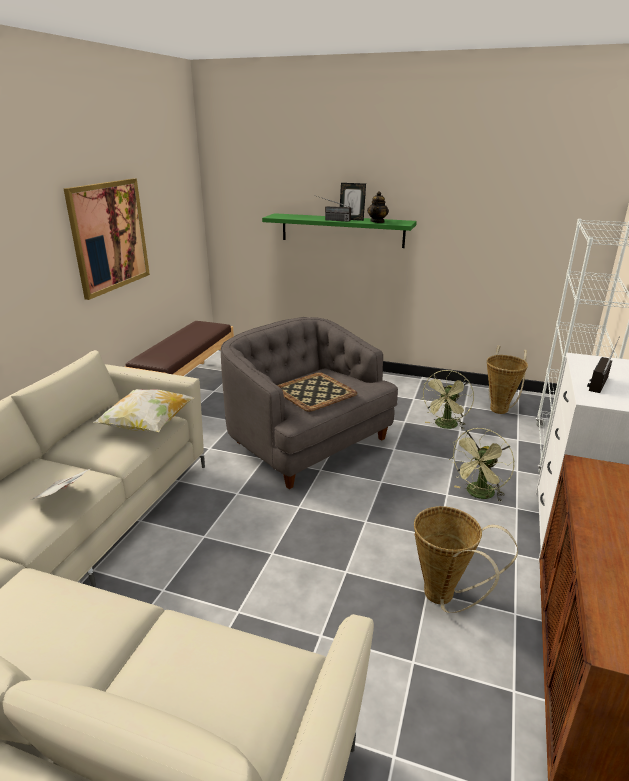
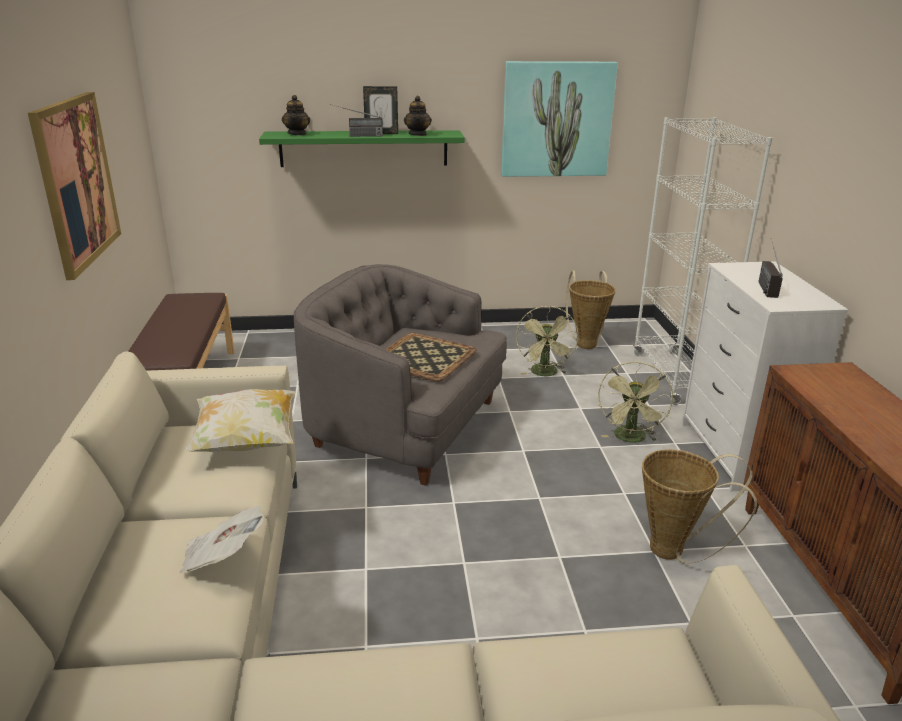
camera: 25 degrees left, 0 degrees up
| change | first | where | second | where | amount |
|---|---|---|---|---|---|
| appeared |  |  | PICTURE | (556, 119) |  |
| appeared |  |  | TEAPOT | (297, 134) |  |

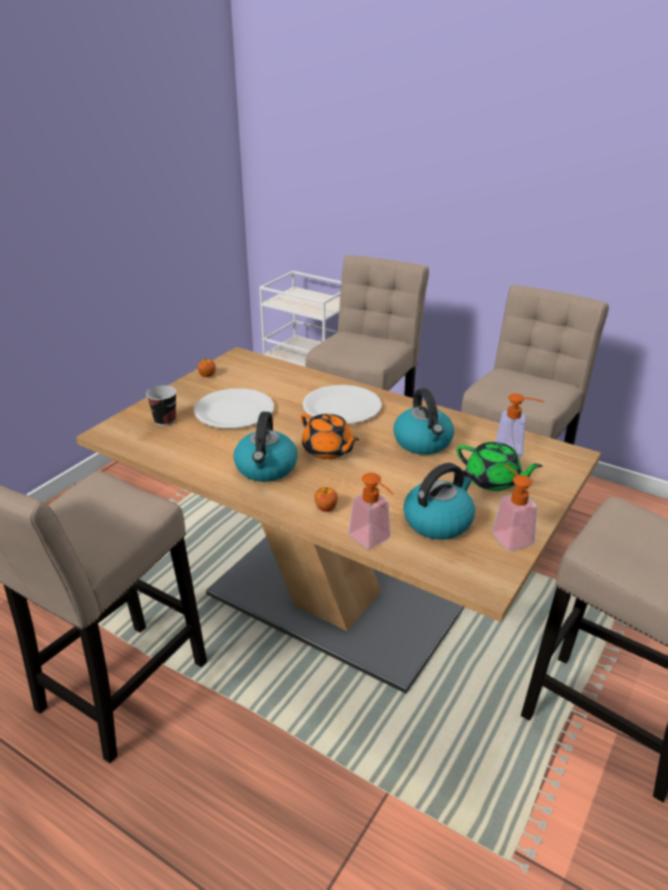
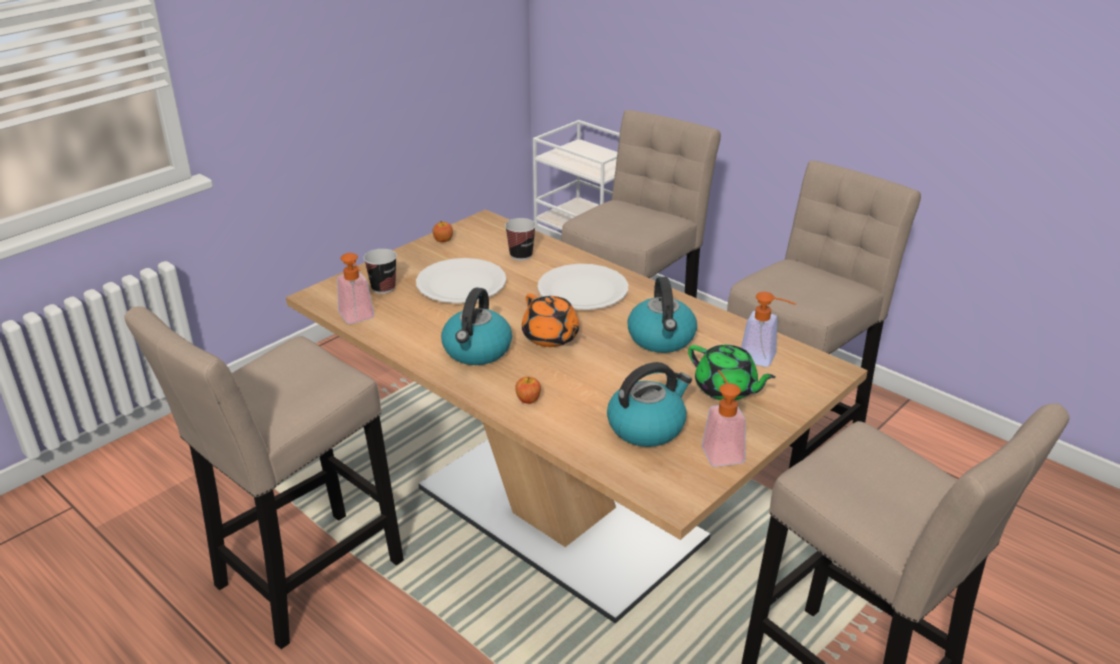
camera: 10 degrees right, 0 degrees up
| change | first | where | second | where | amount |
|---|---|---|---|---|---|
| relocated | SOAP DISPENSER | (374, 541) |  | (358, 318) |  |
| appeared |  |  | CUP | (521, 255) |  |

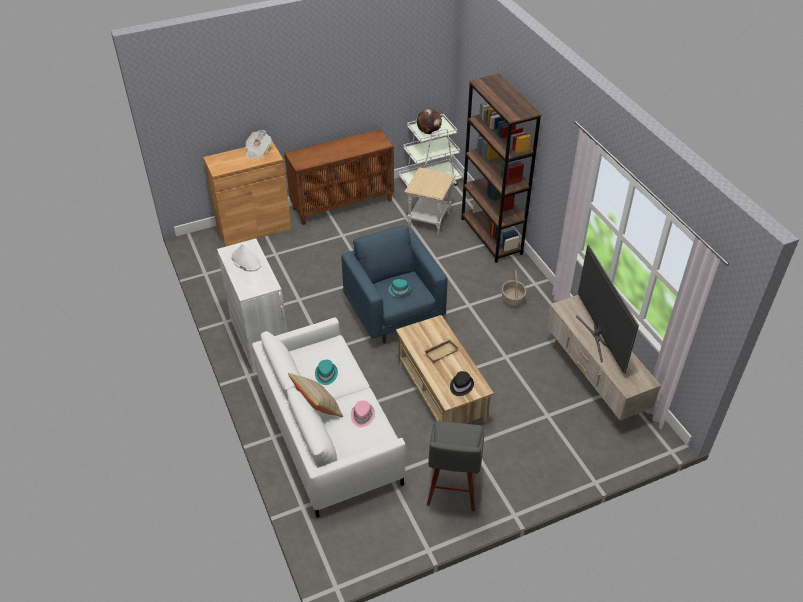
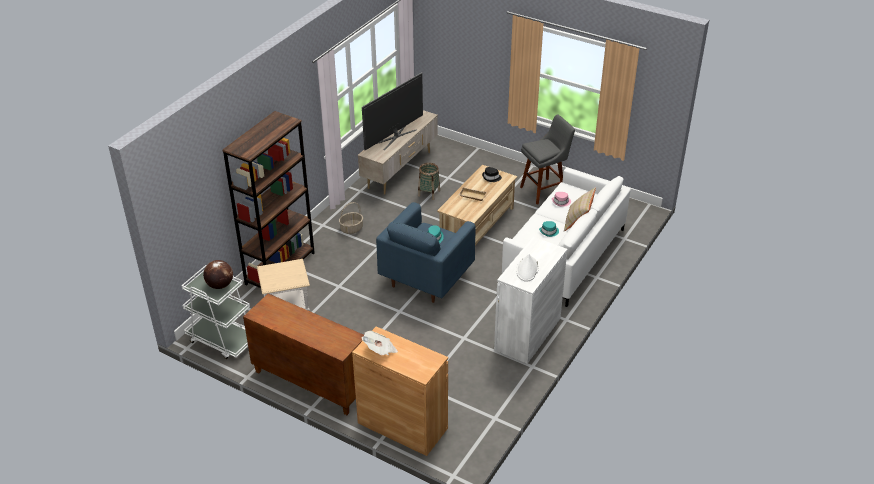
camera: 125 degrees left, 5 degrees down
| change | first | where | second | where | amount |
|---|---|---|---|---|---|
| appeared |  |  | BASKET | (429, 193) |  |

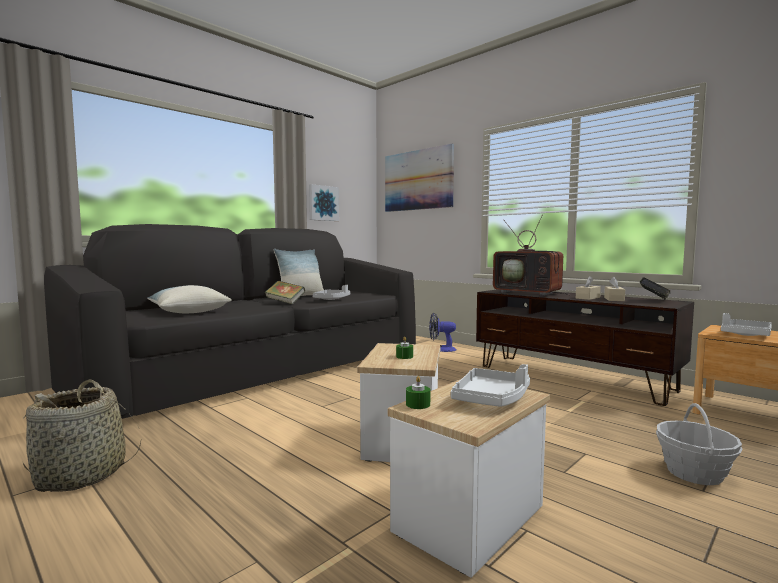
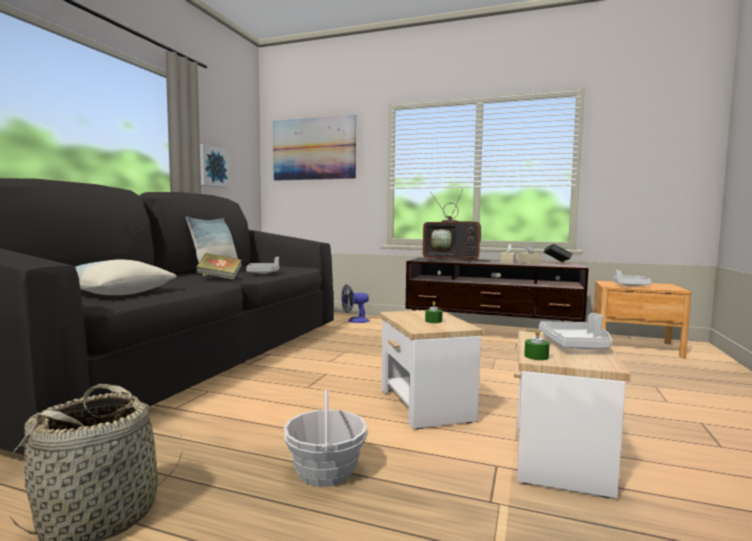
camera: 25 degrees left, 0 degrees up
| change | first | where | second | where | amount |
|---|---|---|---|---|---|
| relocated | BASKET | (694, 473) |  | (325, 471) |  |

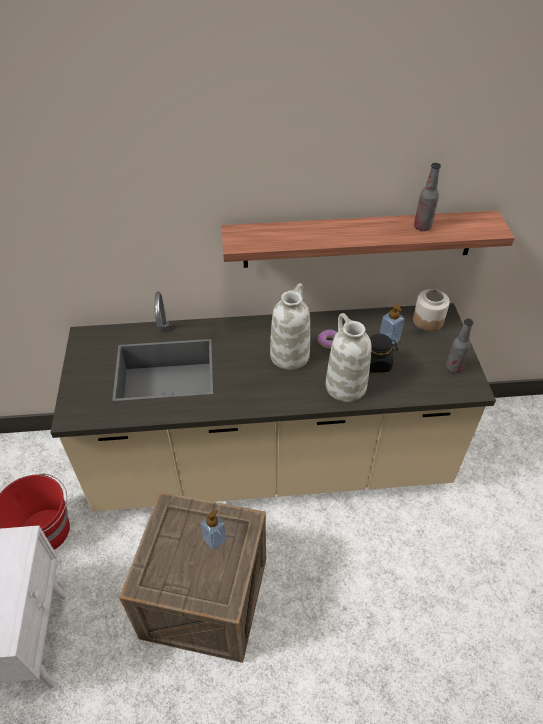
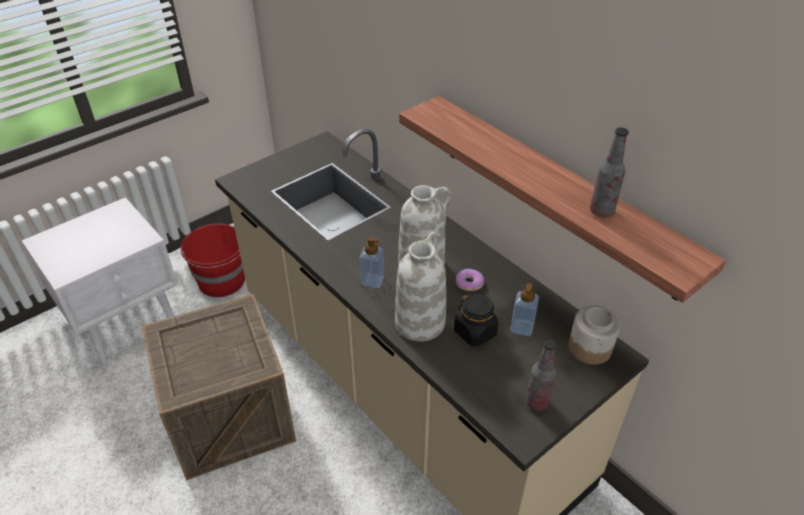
camera: 55 degrees right, 5 degrees down
| change | first | where | second | where | amount |
|---|---|---|---|---|---|
| relocated | SOAP DISPENSER | (214, 539) |  | (372, 280) |  |

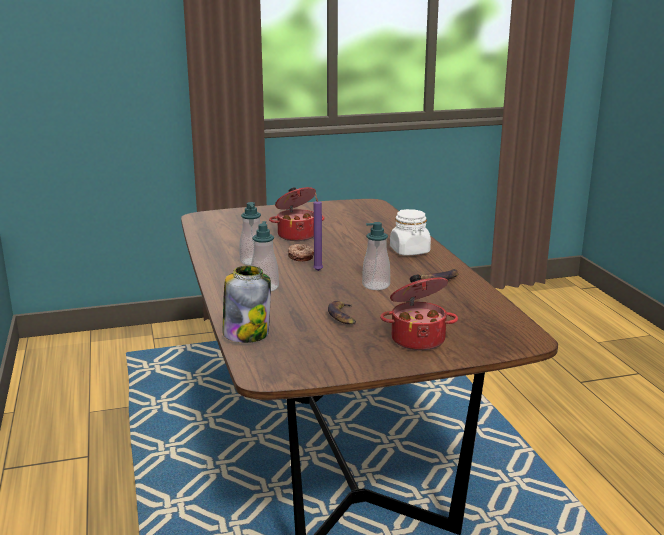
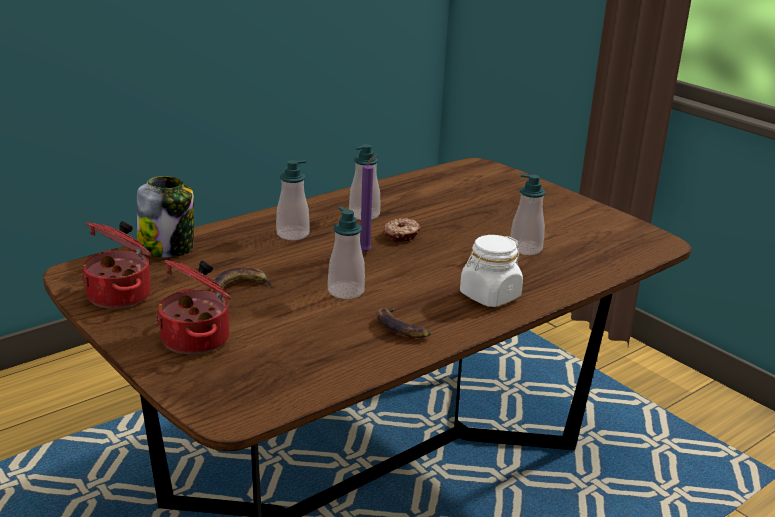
camera: 65 degrees right, 5 degrees up
| change | first | where | second | where | amount |
|---|---|---|---|---|---|
| relocated | COOKING POT | (297, 235) |  | (121, 295) |  |
| appeared |  |  | SOAP DISPENSER | (525, 249) |  |

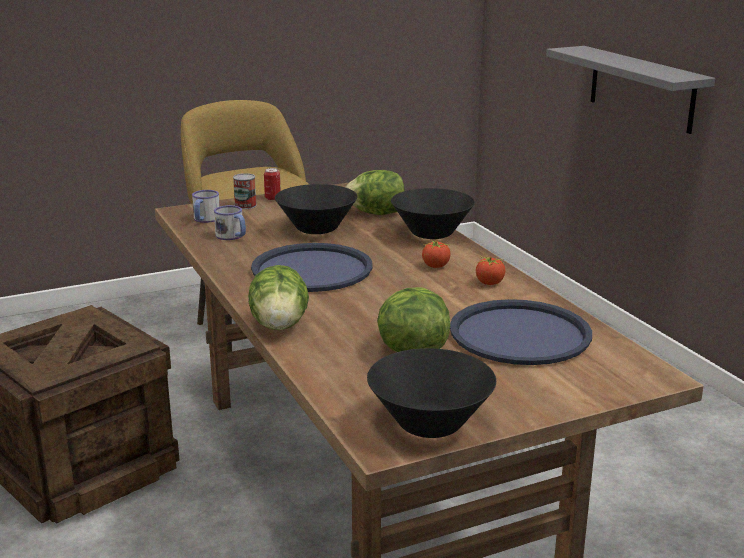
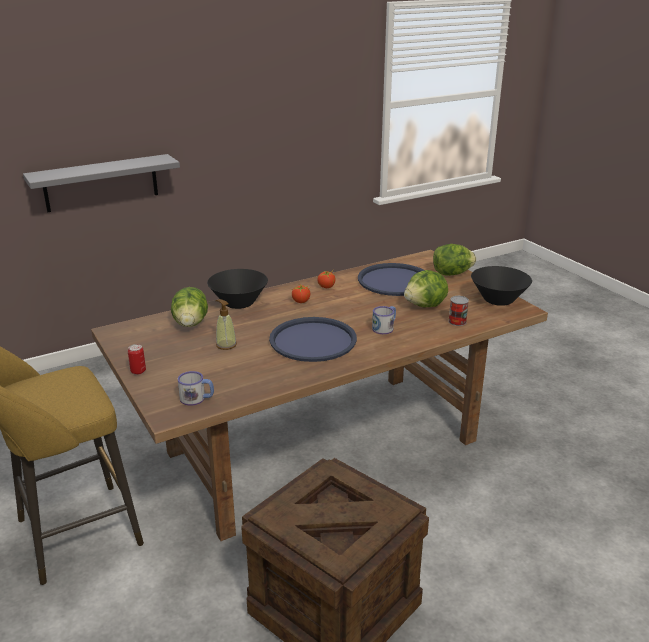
camera: 95 degrees left, 5 degrees up
| change | first | where | second | where | amount |
|---|---|---|---|---|---|
| relocated | CAN | (245, 205) |  | (457, 321) |  |
| exchanged | BLACK BOWL | (316, 229) | SOAP DISPENSER | (226, 345) |  |
| relocated | MUG | (232, 236) |  | (385, 327) |  |
| relocated | LETTUCE | (279, 326) |  | (451, 273) |  |

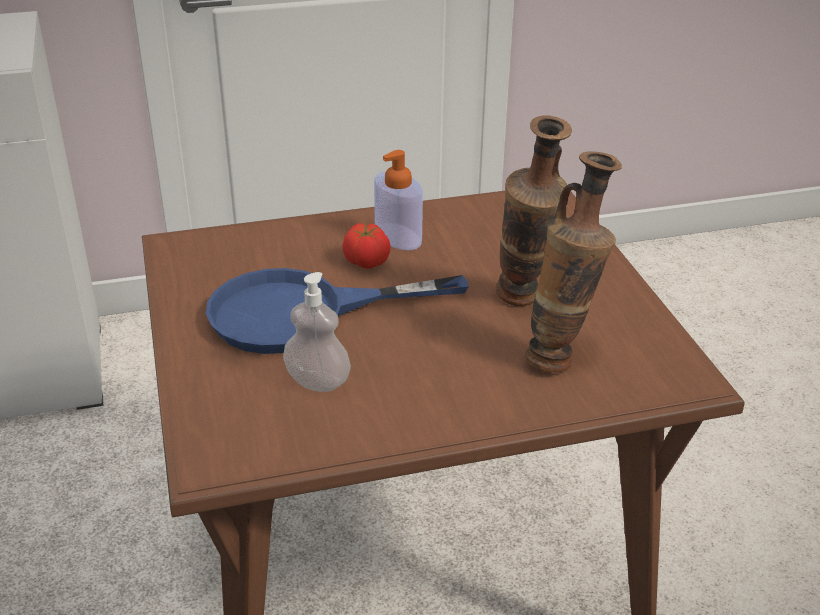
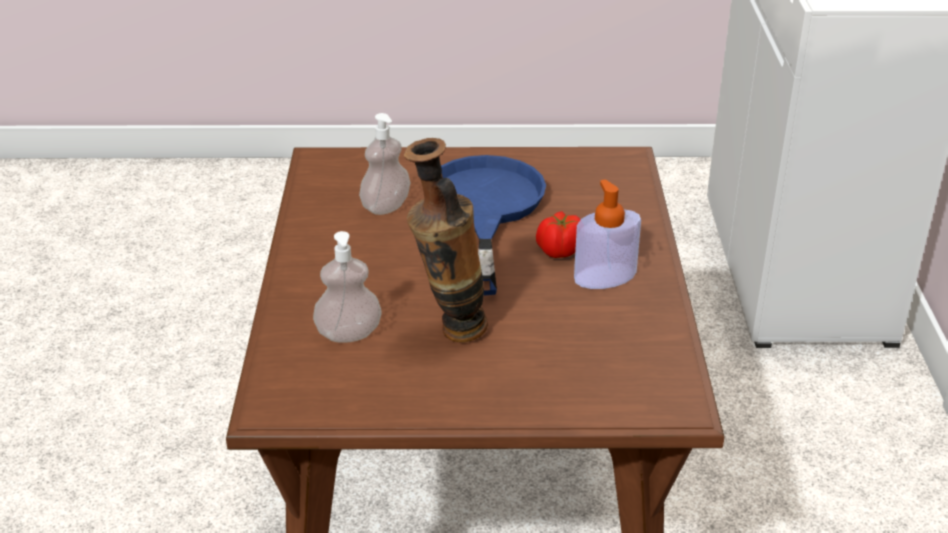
camera: 105 degrees right, 0 degrees up
| change | first | where | second | where | amount |
|---|---|---|---|---|---|
| exchanged | VASE | (561, 358) | SOAP DISPENSER | (348, 334) |  |

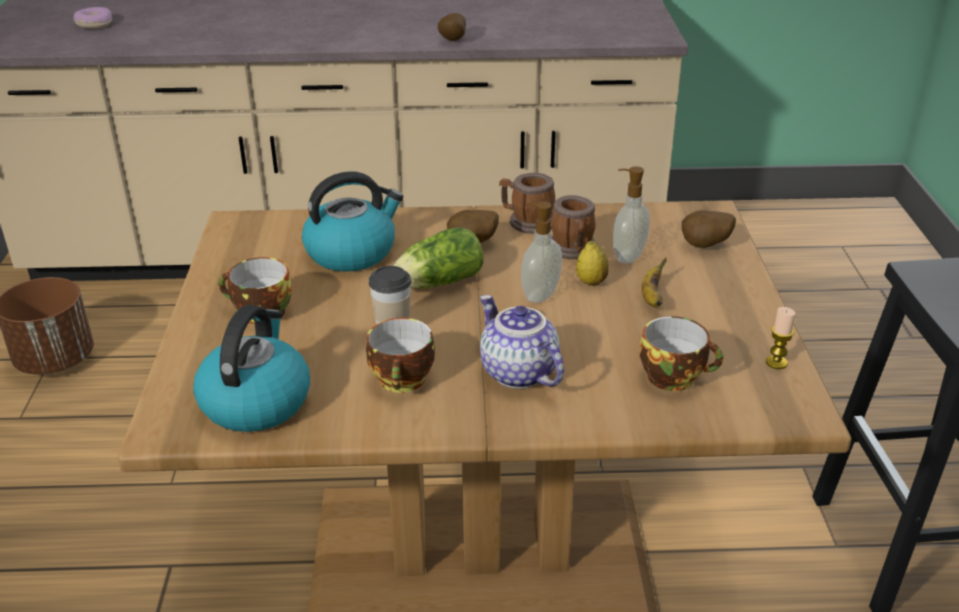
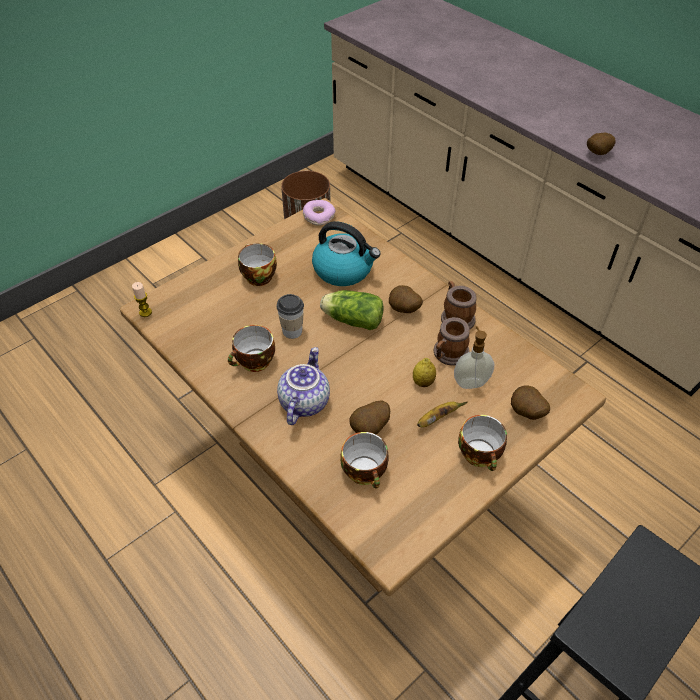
camera: 50 degrees right, 15 degrees up
| change | first | where | second | where | amount |
|---|---|---|---|---|---|
| relocated | DONUT | (94, 24) |  | (318, 216) |  |
| missing | SOAP DISPENSER | (539, 294) |  |  |  |
| missing | KETTLE | (256, 401) |  |  |  |
| relocated | CANDLE | (776, 363) |  | (145, 312) |  |
| appeared |  |  | POTATO | (370, 429) |  |
| appeared |  |  | CUP | (481, 455) |  |

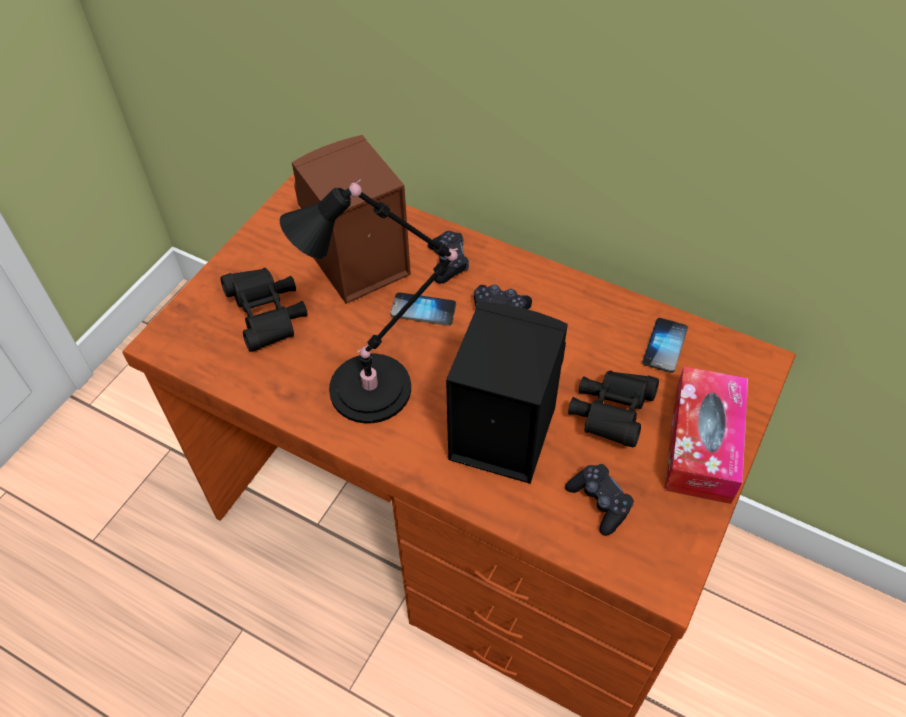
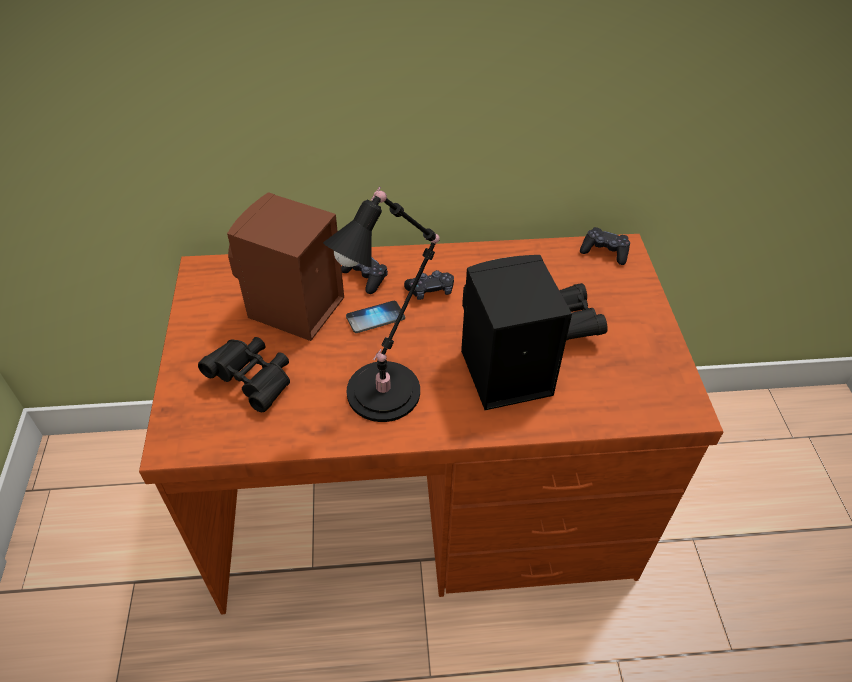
camera: 35 degrees left, 5 degrees down
| change | first | where | second | where | amount |
|---|---|---|---|---|---|
| missing | PHONE | (664, 346) |  |  |  |
| missing | TISSUE BOX | (702, 444) |  |  |  |
| relocated | BLACK GAME CONTROLLER | (599, 502) |  | (604, 251) |  |

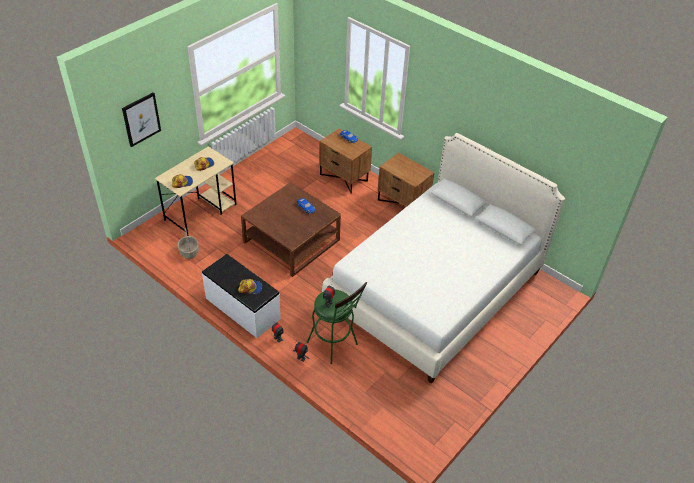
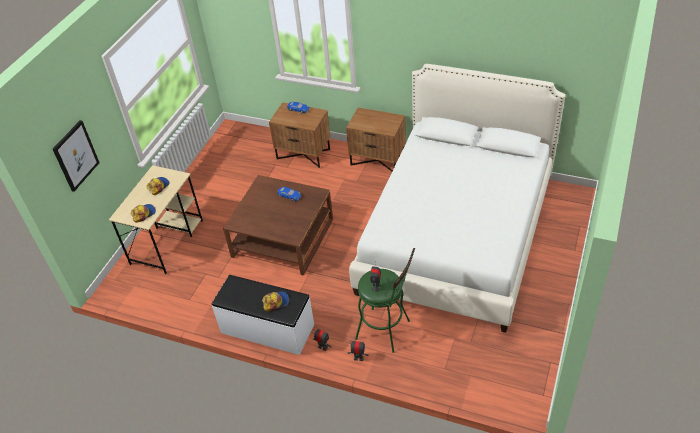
camera: 15 degrees left, 0 degrees up
| change | first | where | second | where | amount |
|---|---|---|---|---|---|
| missing | BASKET | (189, 252) |  |  |  |

